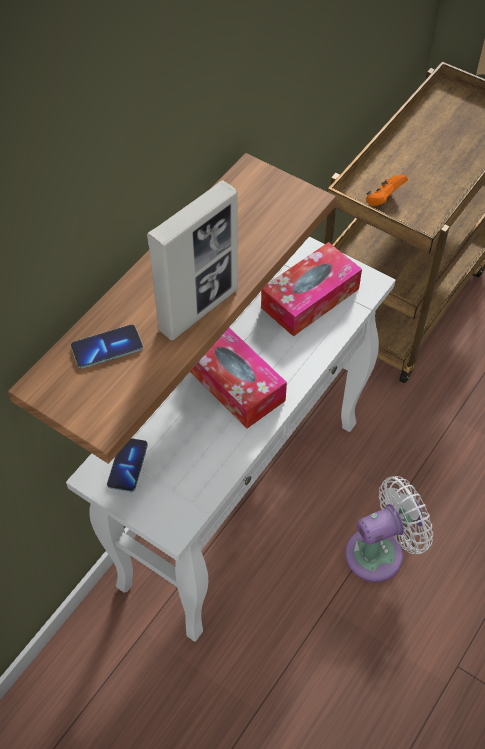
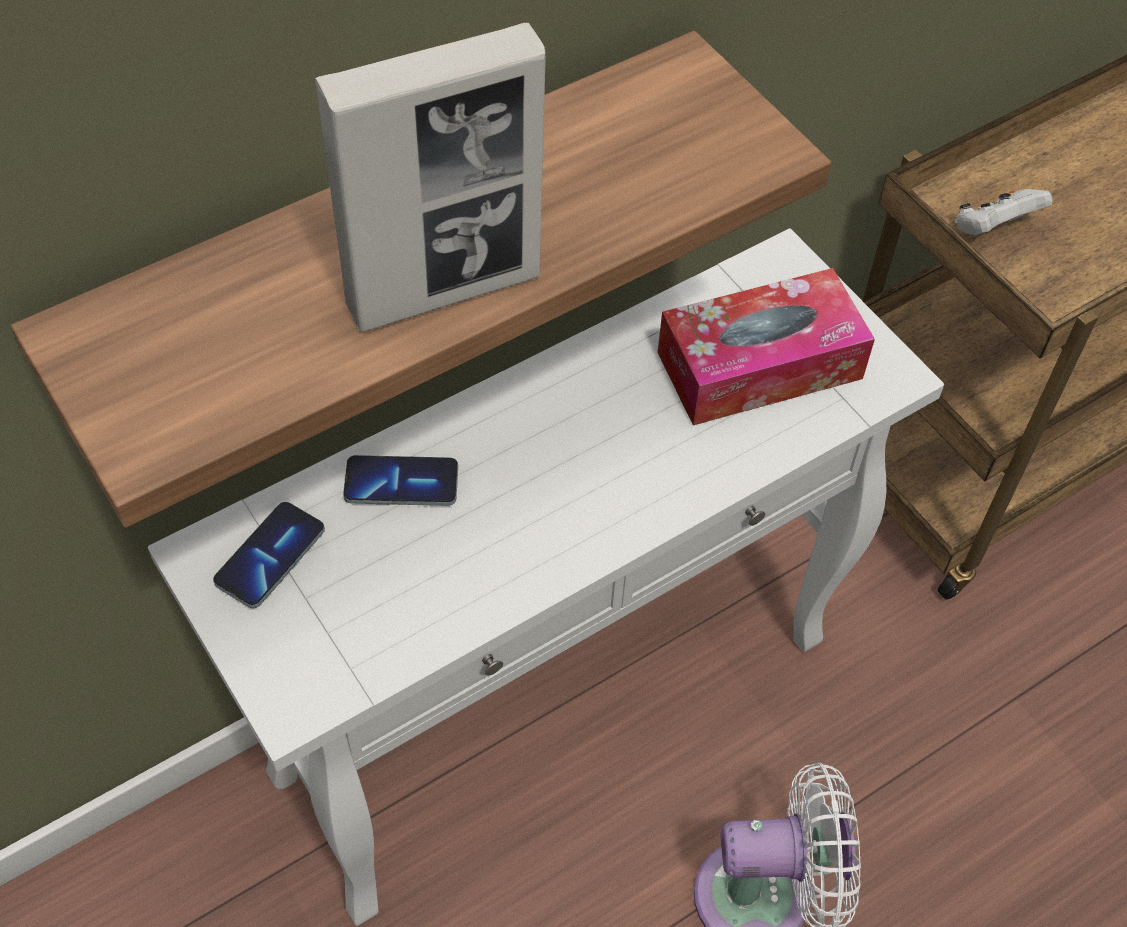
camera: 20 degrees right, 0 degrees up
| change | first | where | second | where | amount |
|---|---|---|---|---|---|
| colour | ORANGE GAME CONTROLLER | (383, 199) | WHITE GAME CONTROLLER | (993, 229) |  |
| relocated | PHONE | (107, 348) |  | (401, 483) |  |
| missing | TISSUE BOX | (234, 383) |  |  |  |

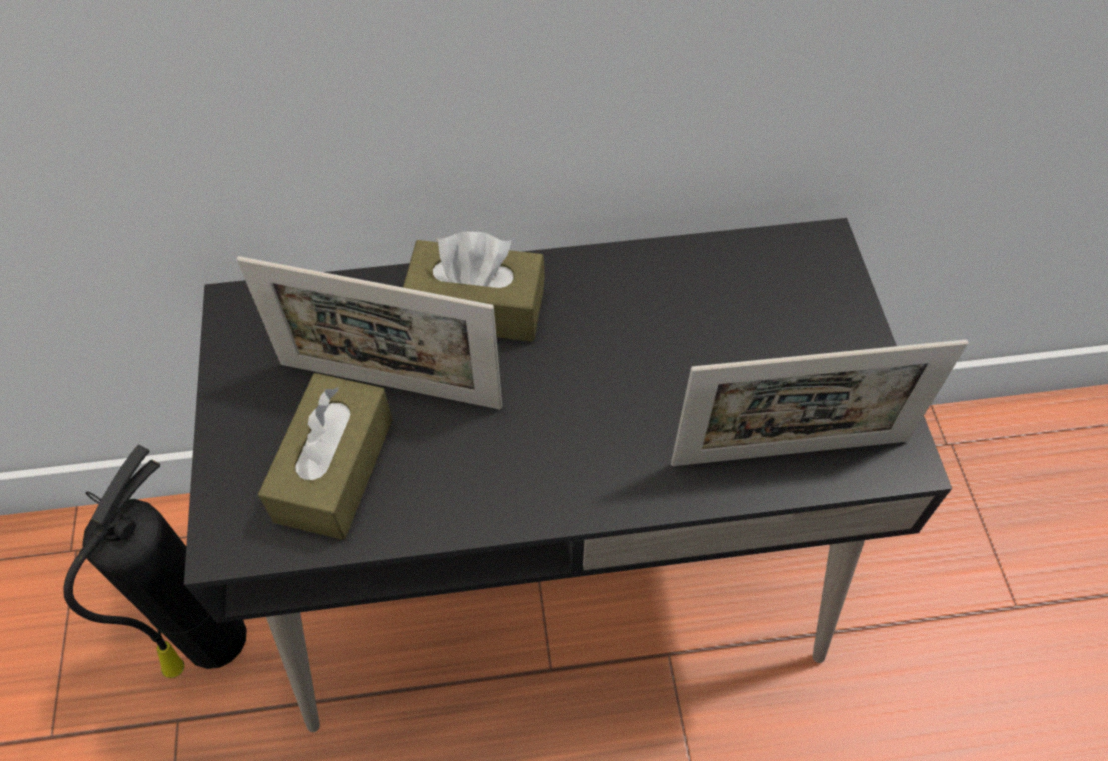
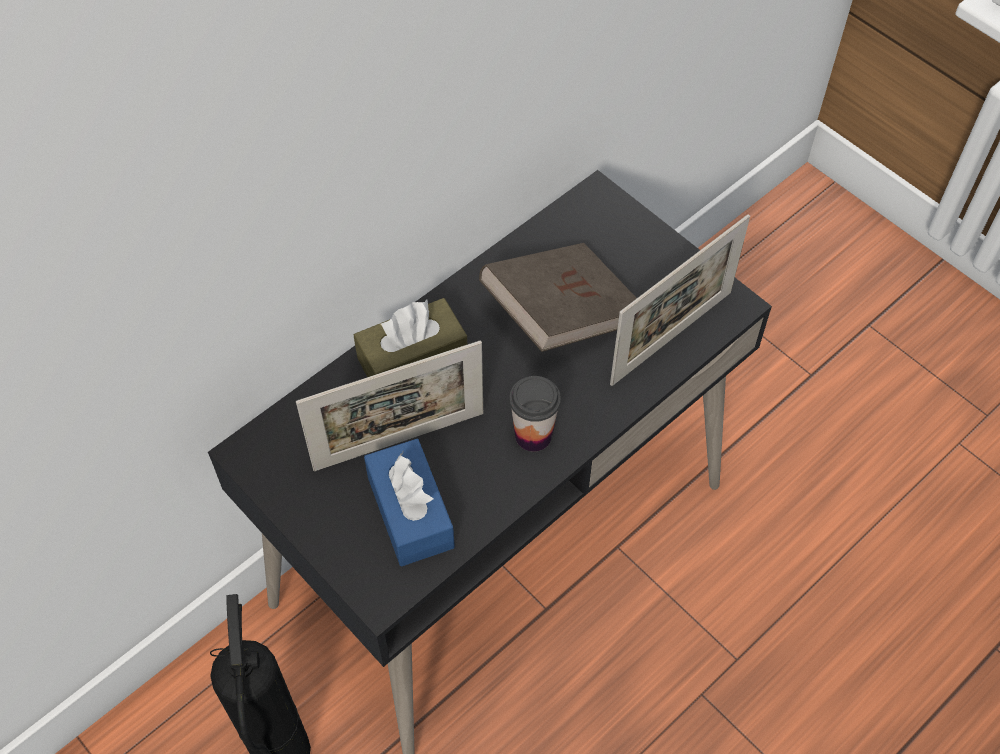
camera: 35 degrees left, 0 degrees up
| change | first | where | second | where | amount |
|---|---|---|---|---|---|
| colour | BROWN TISSUE BOX | (334, 469) | BLUE TISSUE BOX | (410, 512) |  |
| appeared |  |  | BROWN BOOK | (561, 315) |  |
| appeared |  |  | CUP | (533, 435) |  |

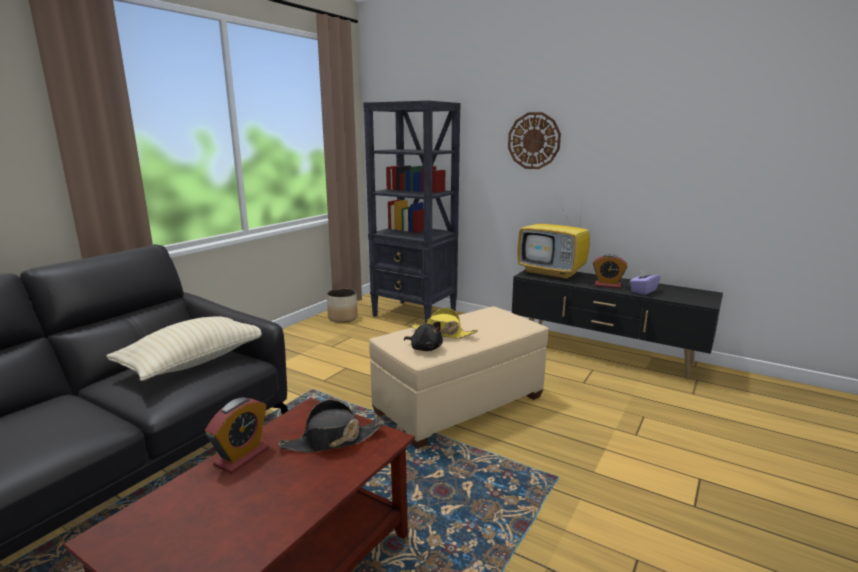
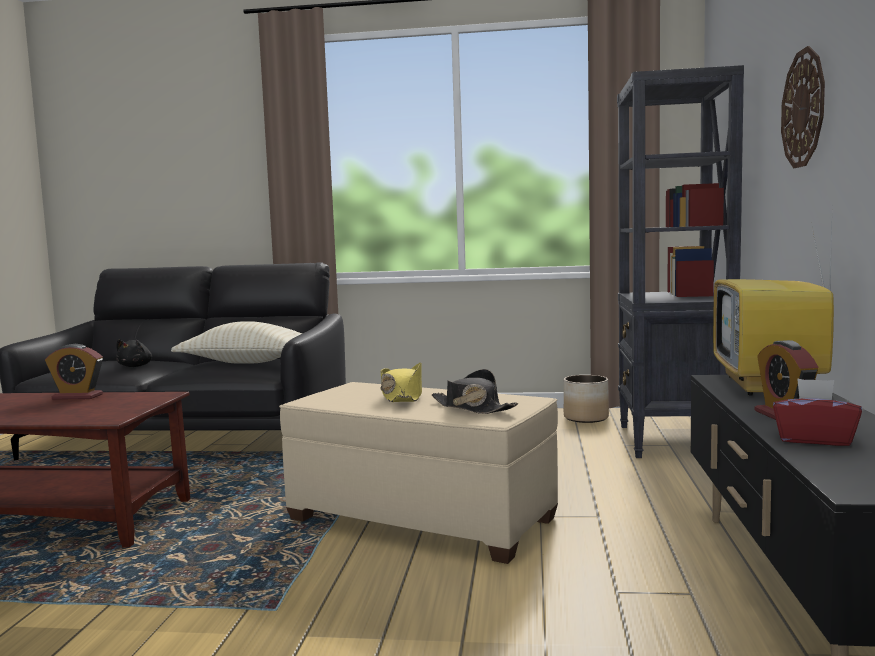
camera: 65 degrees right, 10 degrees down
| change | first | where | second | where | amount |
|---|---|---|---|---|---|
| colour | PURPLE TISSUE BOX | (643, 291) | RED TISSUE BOX | (814, 439) |  |
| relocated | BLACK PLUSH TOY | (425, 348) |  | (136, 366) |  |
| relocated | BLACK HAT | (332, 440) |  | (472, 408) |  |

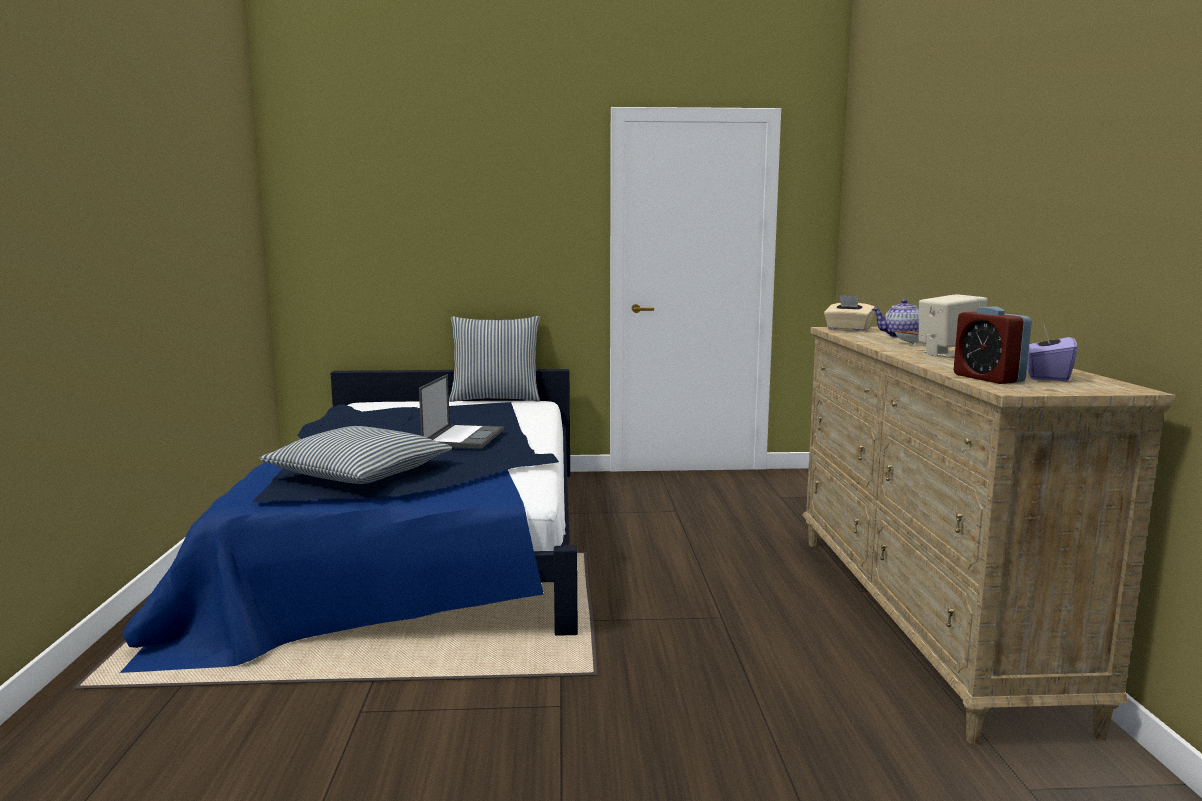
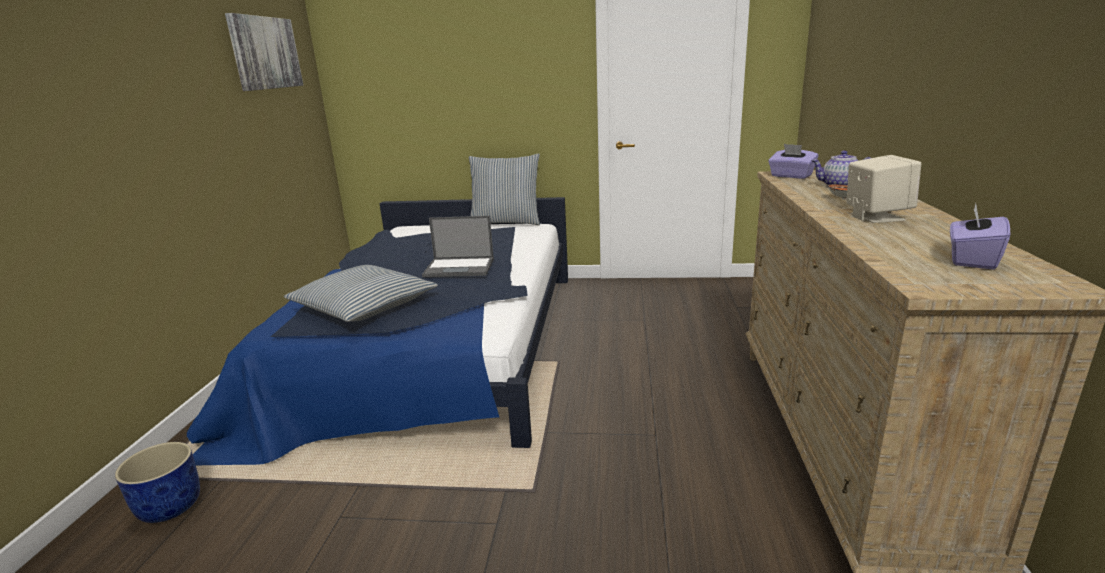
camera: 10 degrees right, 10 degrees up
| change | first | where | second | where | amount |
|---|---|---|---|---|---|
| colour | BEIGE TISSUE BOX | (848, 330) | PURPLE TISSUE BOX | (791, 176) |  |
| missing | ALARM CLOCK | (988, 378) |  |  |  |
| spun | LAPTOP | (464, 437) |  | (460, 267) | 75 degrees clockwise |
| appeared |  |  | PICTURE | (264, 53) |  |
| appeared |  |  | BLUE PLANTER | (169, 507) |  |

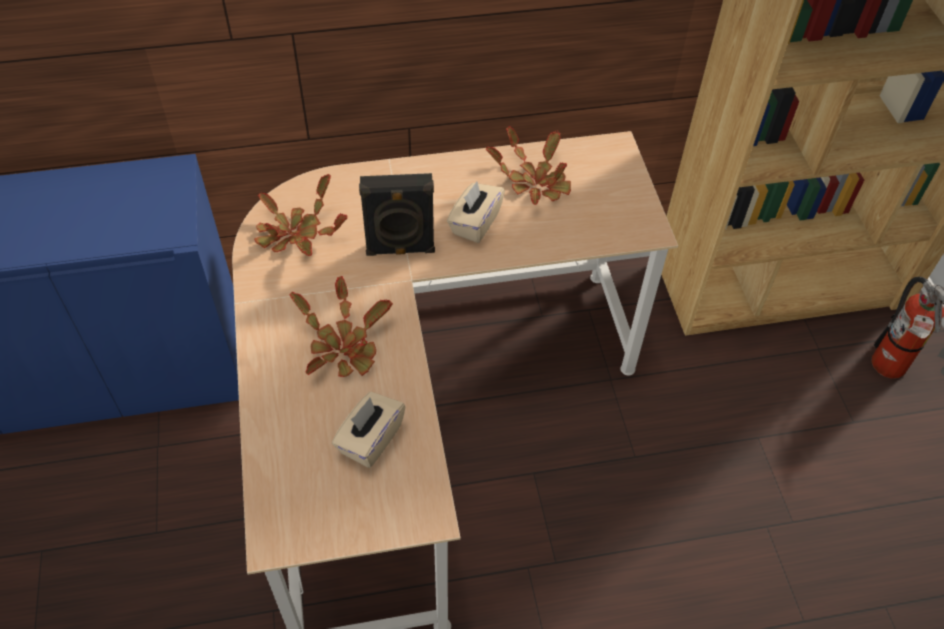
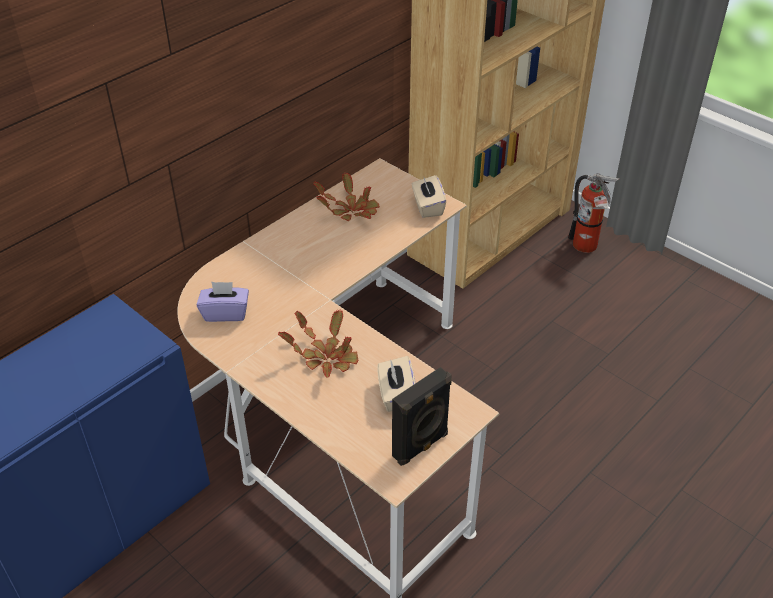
camera: 35 degrees left, 10 degrees down
| change | first | where | second | where | amount |
|---|---|---|---|---|---|
| relocated | BLACK SPEAKER | (400, 250) |  | (421, 446) |  |
| exchanged | POTTED PLANT | (295, 234) | PURPLE TISSUE BOX | (225, 313) |  |
| relocated | BEIGE TISSUE BOX | (475, 223) |  | (427, 207) |  |

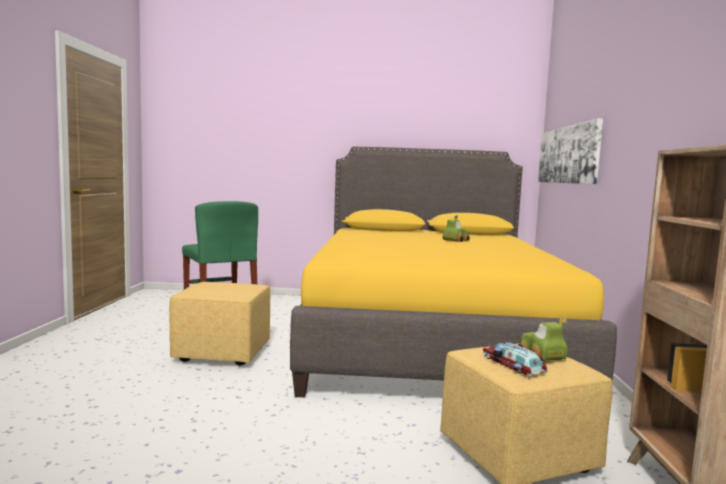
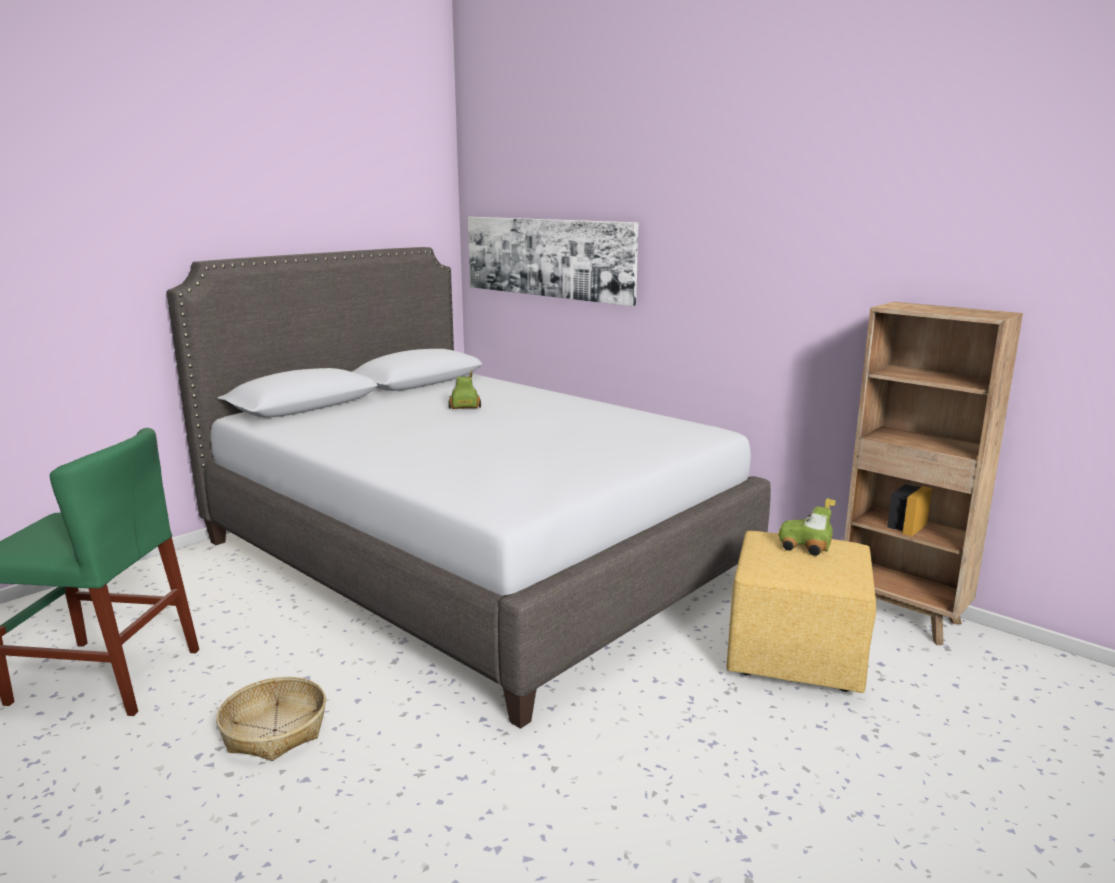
camera: 50 degrees left, 10 degrees up
| change | first | where | second | where | amount |
|---|---|---|---|---|---|
| colour | YELLOW BED | (429, 339) | GREY BED | (470, 557) |  |
| exchanged | YELLOW OTTOMAN | (223, 353) | BASKET | (274, 730) |  |
| missing | TOY CAR | (512, 365) |  |  |  |

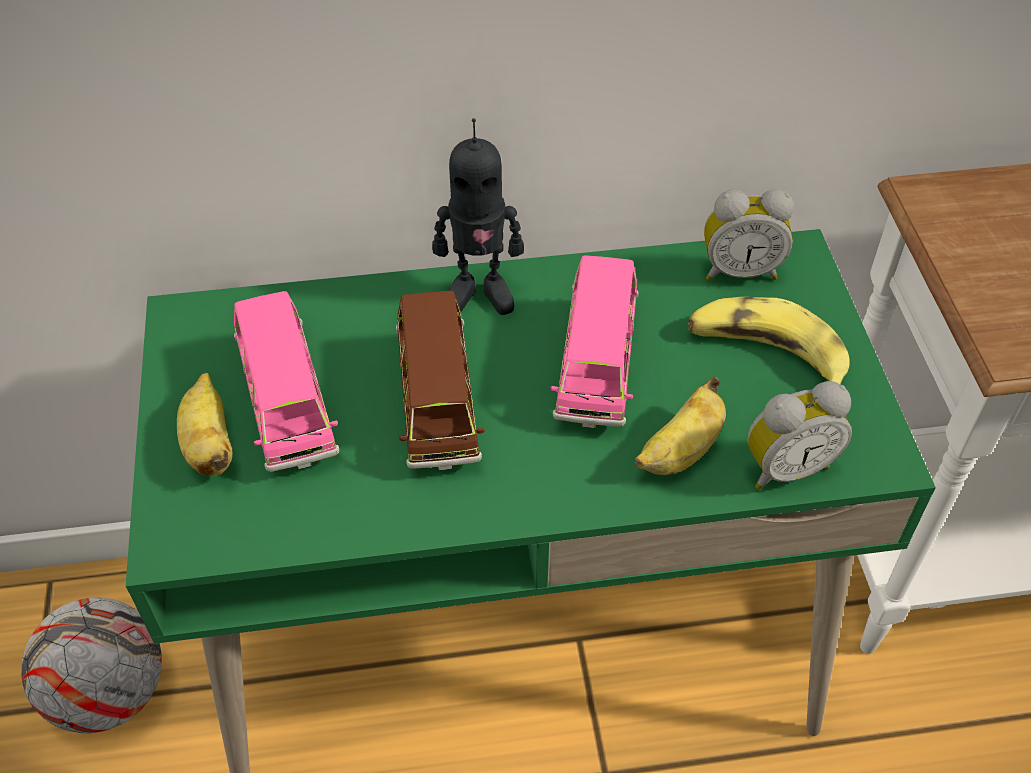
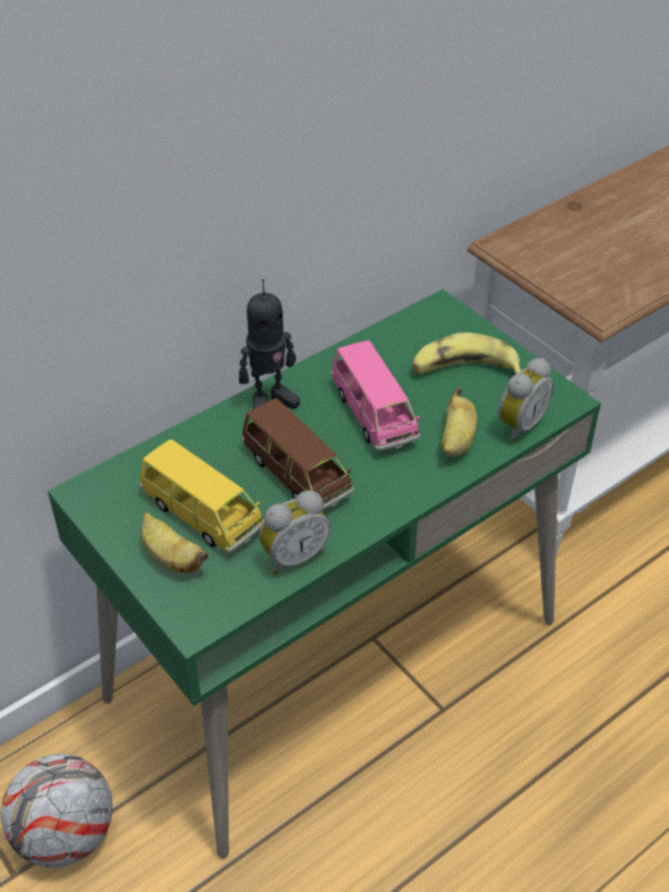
camera: 30 degrees left, 5 degrees down
| change | first | where | second | where | amount |
|---|---|---|---|---|---|
| relocated | ALARM CLOCK | (739, 270) |  | (293, 556) |  |
| colour | PINK TOY CAR | (288, 405) | YELLOW TOY CAR | (202, 514) |  |

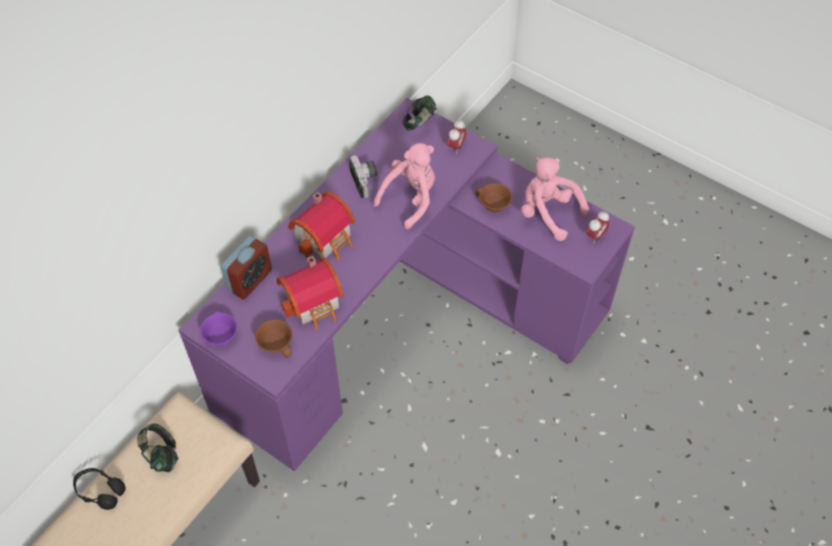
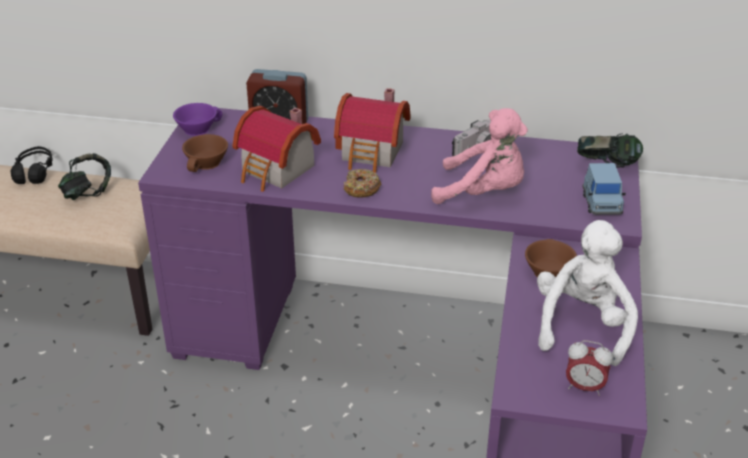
camera: 65 degrees right, 20 degrees down
| change | first | where | second | where | amount |
|---|---|---|---|---|---|
| exchanged | ALARM CLOCK | (456, 146) | BLUE TOY CAR | (601, 204) |  |
| colour | PINK PLUSH TOY | (548, 213) | WHITE PLUSH TOY | (582, 325) |  |
| appeared |  |  | DONUT | (361, 189) |  |

